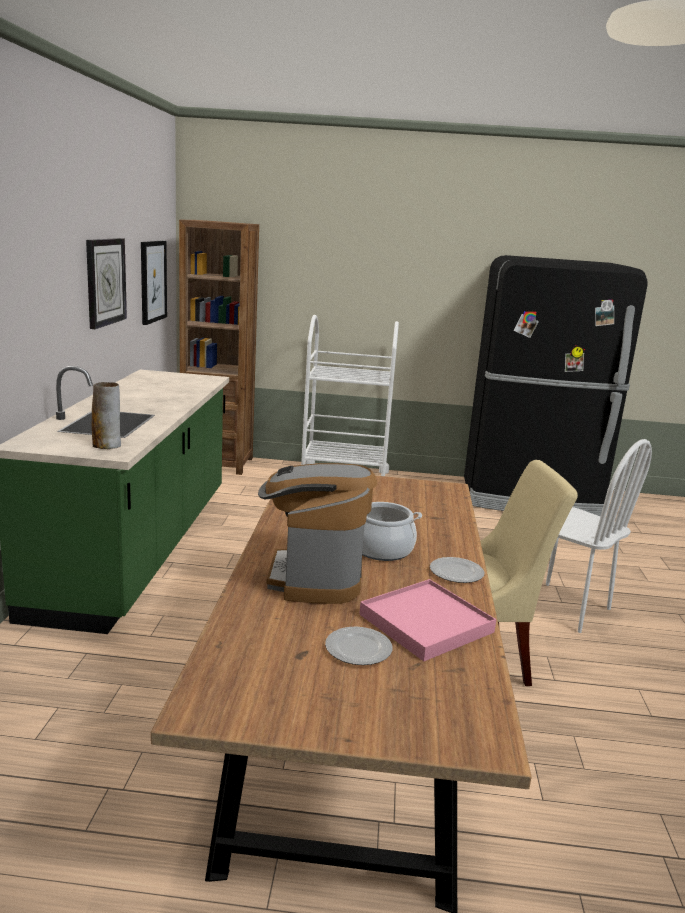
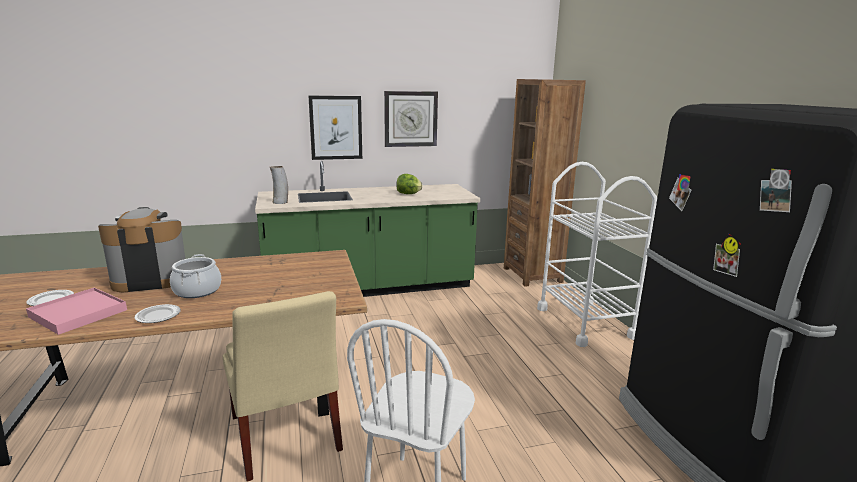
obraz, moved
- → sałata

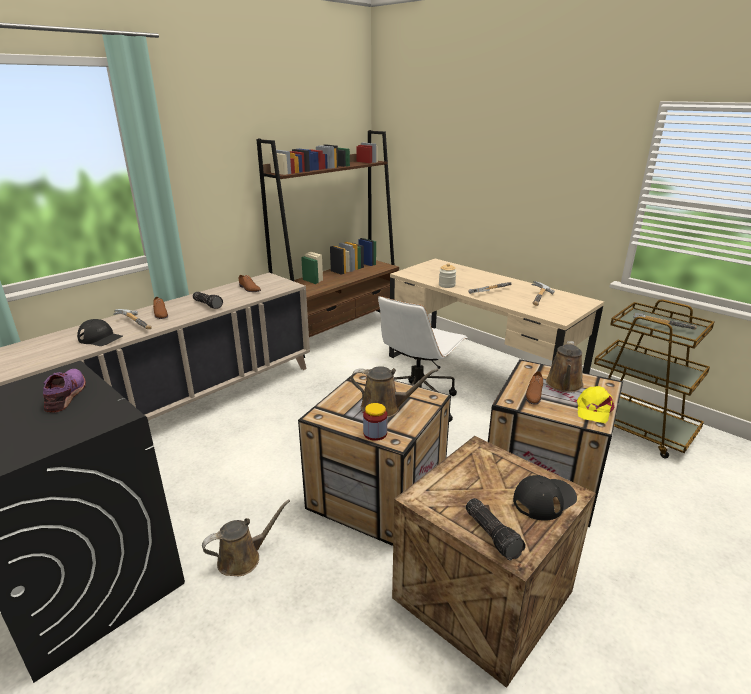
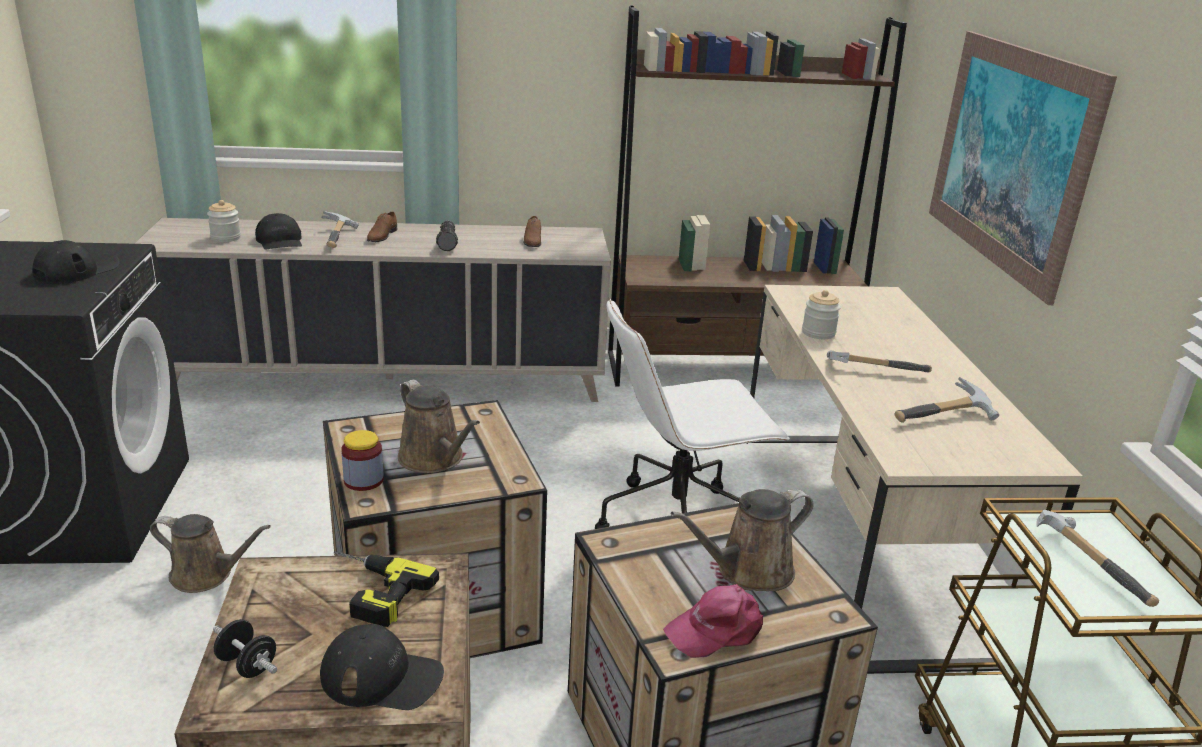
but (fioletowy) → czapka z daszkiem (czarny) (1st from left)
- → słoik (1st from left)
latarka (2nd from left) → hantel (czarny)
- → wiertarka
czapka z daszkiem (żółty) → czapka z daszkiem (różowy)
- → obraz
but (brązowy) (3rd from left) → -

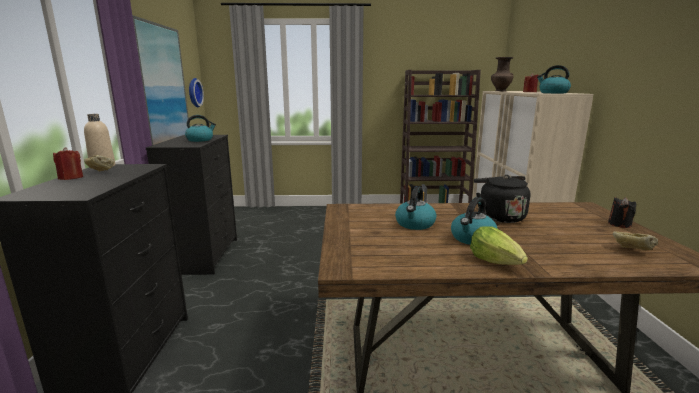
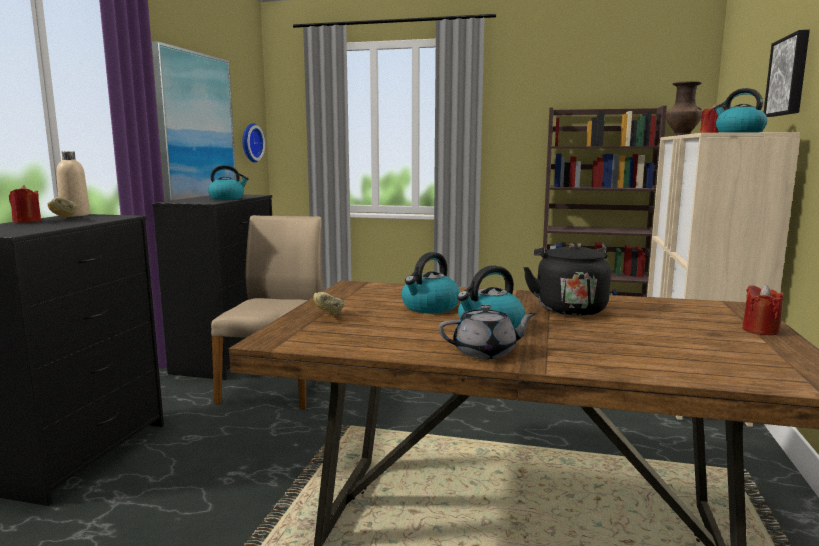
- → krzesło (beżowy)
chleb (2nd from left), moved
sałata → imbryk (szary)
świeca (czarny) → świeca (czerwony) (3rd from left)
- → obraz (2nd from left)

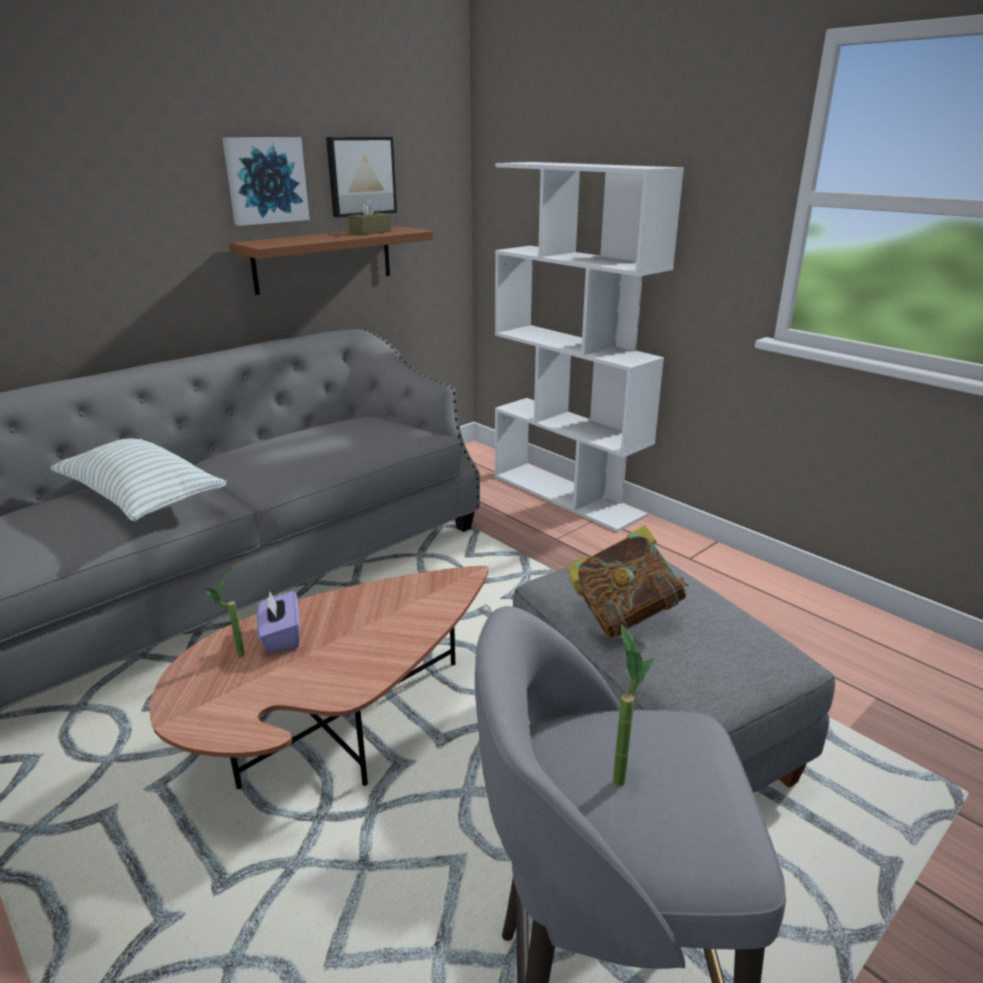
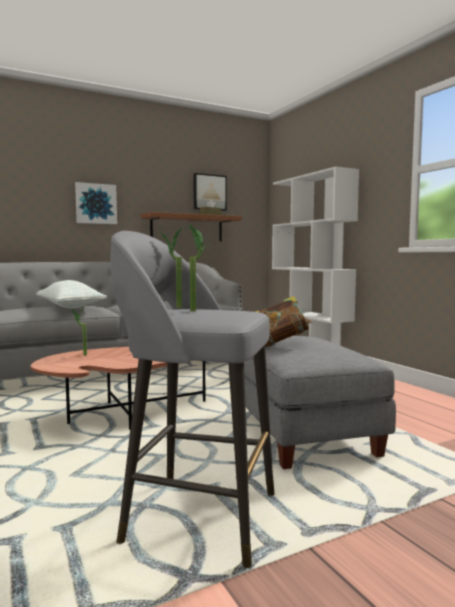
obraz (1st from left), moved
- → roślina doniczkowa (2nd from left)
pudełko chusteczek (fioletowy) → -

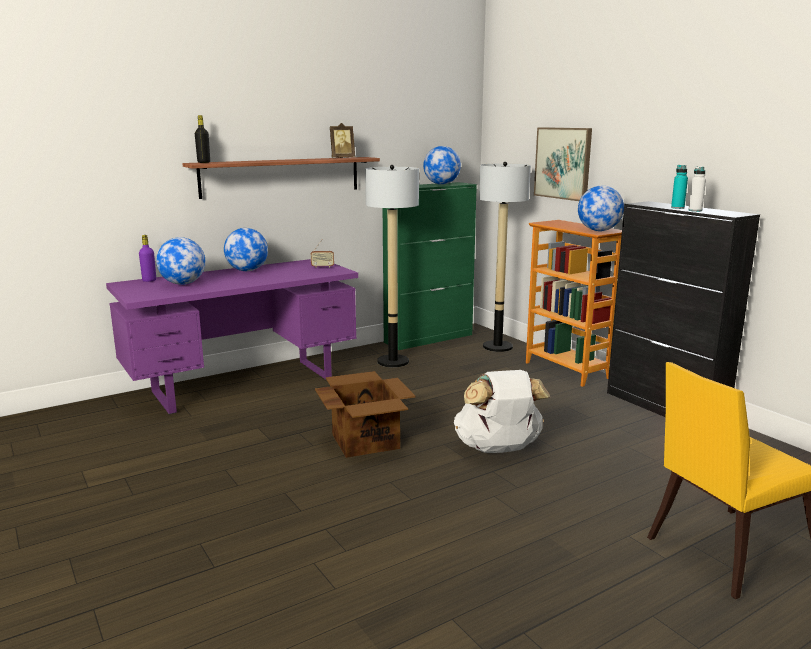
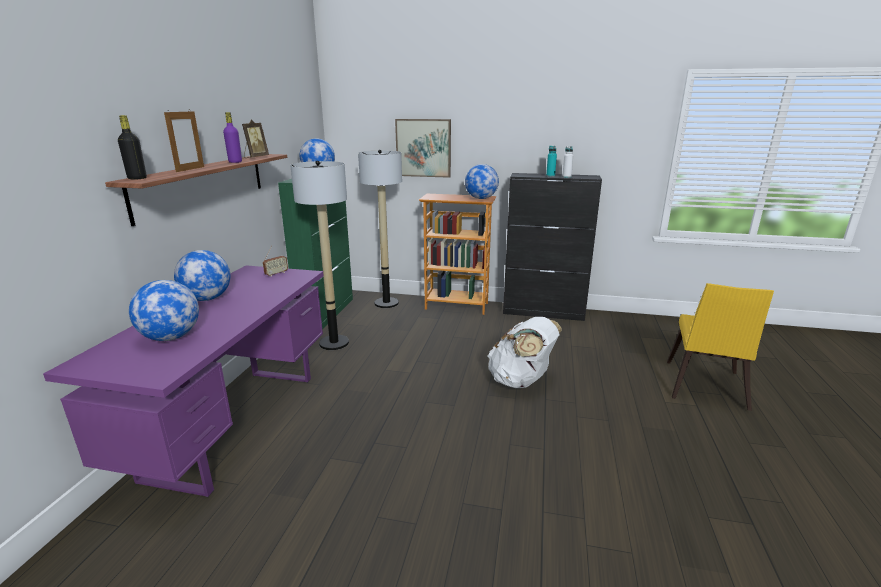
- → ramka na zdjęcie (1st from left)
butelka (fioletowy), moved
karton → -

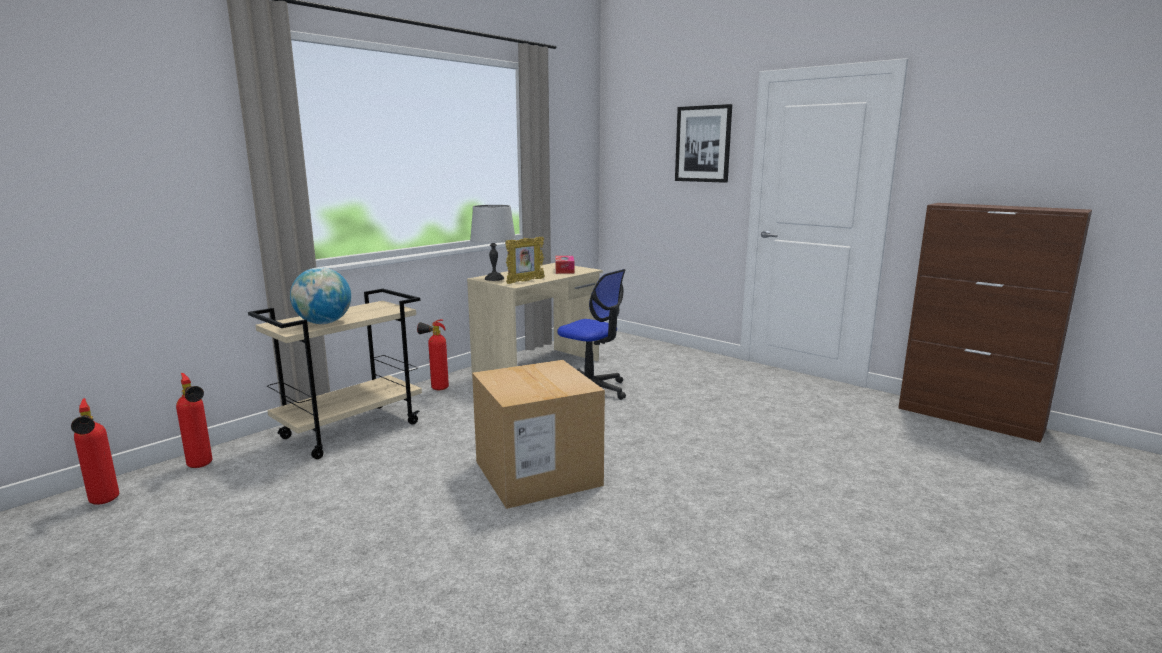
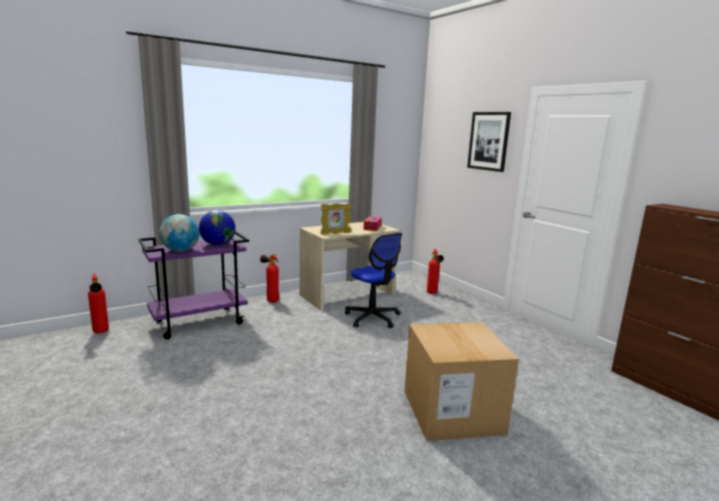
wózek (beżowy) → wózek (fioletowy)
- → globus (2nd from left)
karton, moved
gaśnica (1st from left in the first image) → gaśnica (3rd from left), moved
lampa stołowa (szary) → -

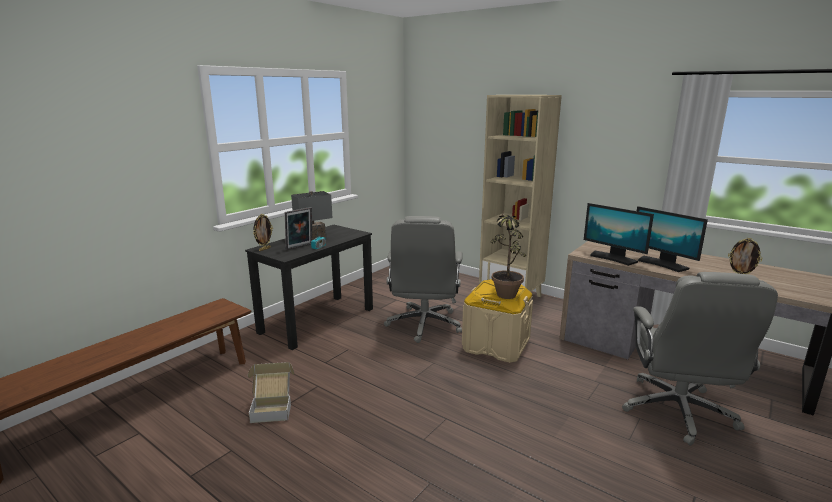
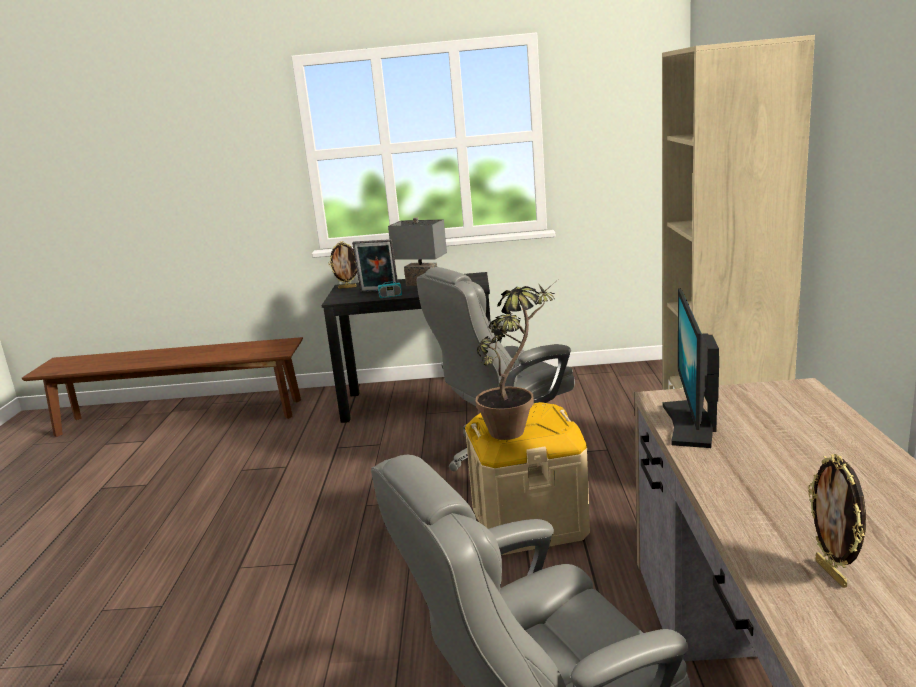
karton → -
monitor (2nd from left) → -

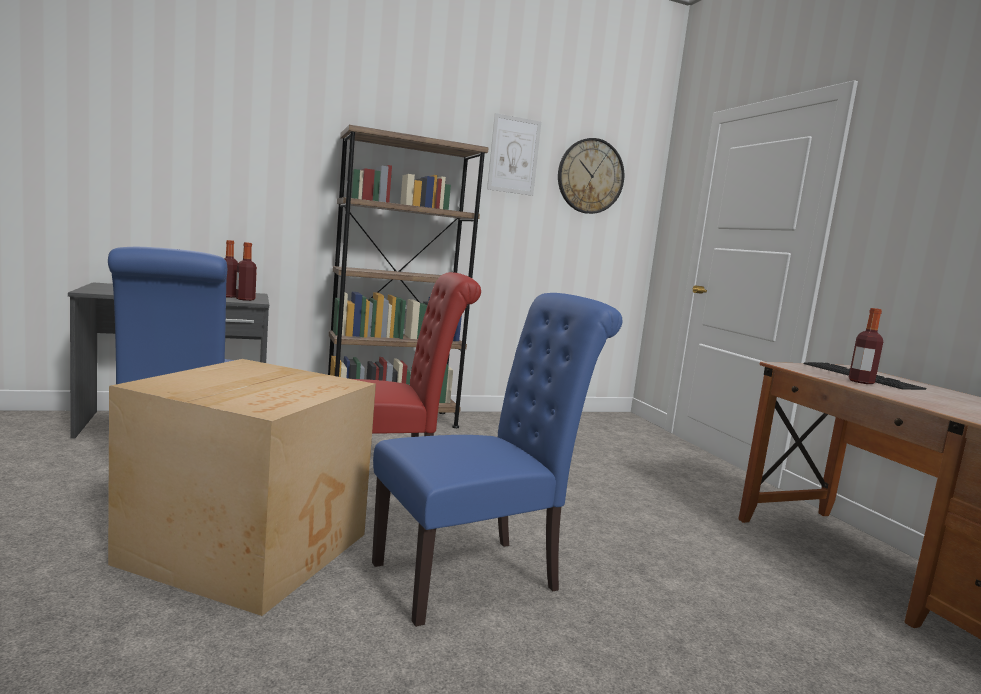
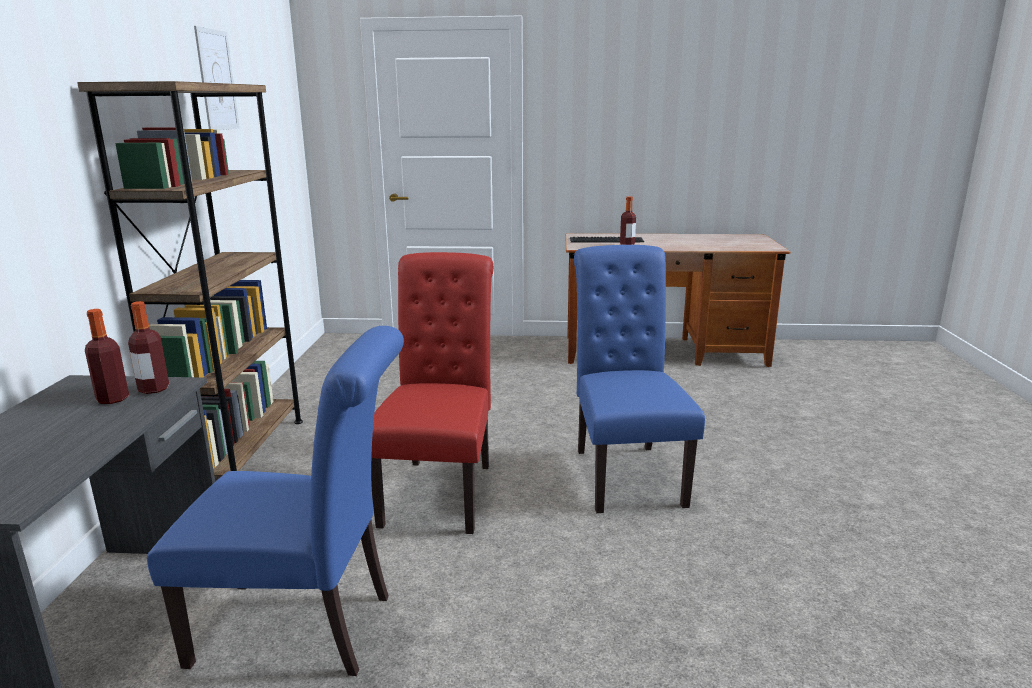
karton → -
zegar ścienny → -

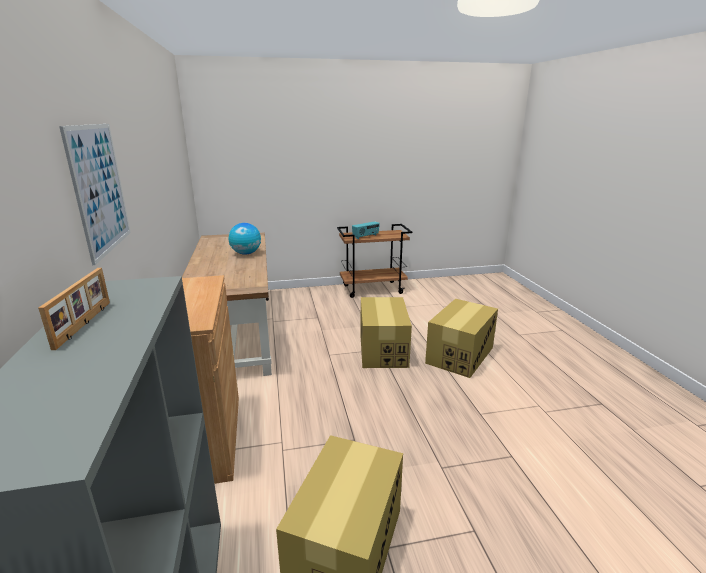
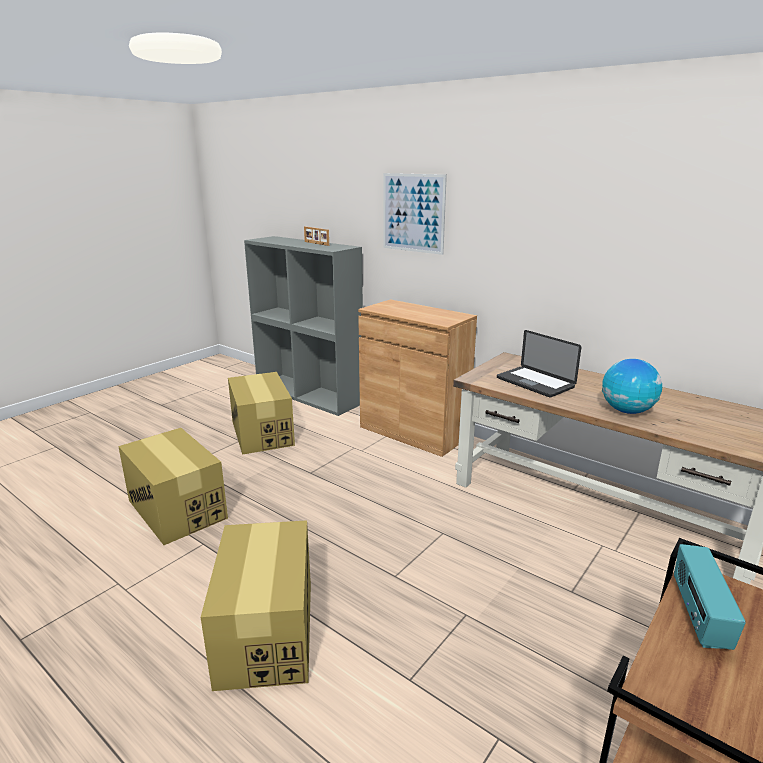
karton (2nd from left in the first image) → karton (1st from left), moved
- → laptop

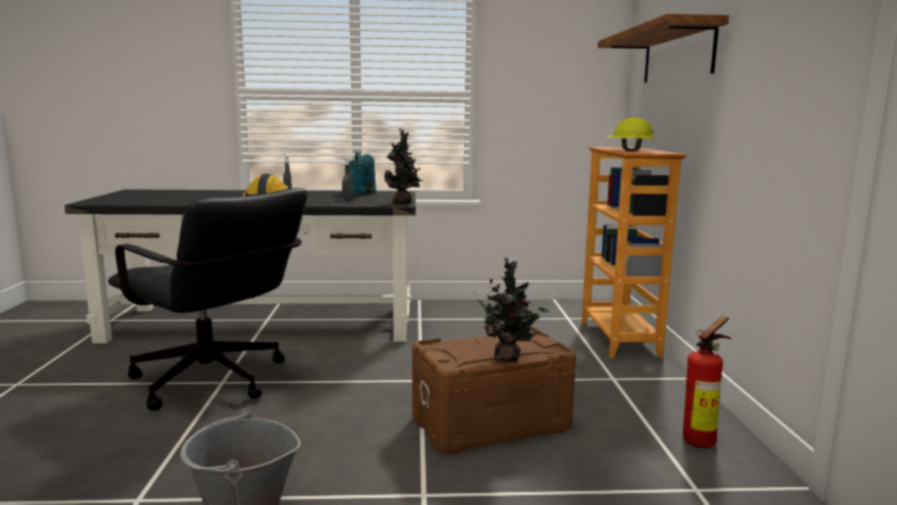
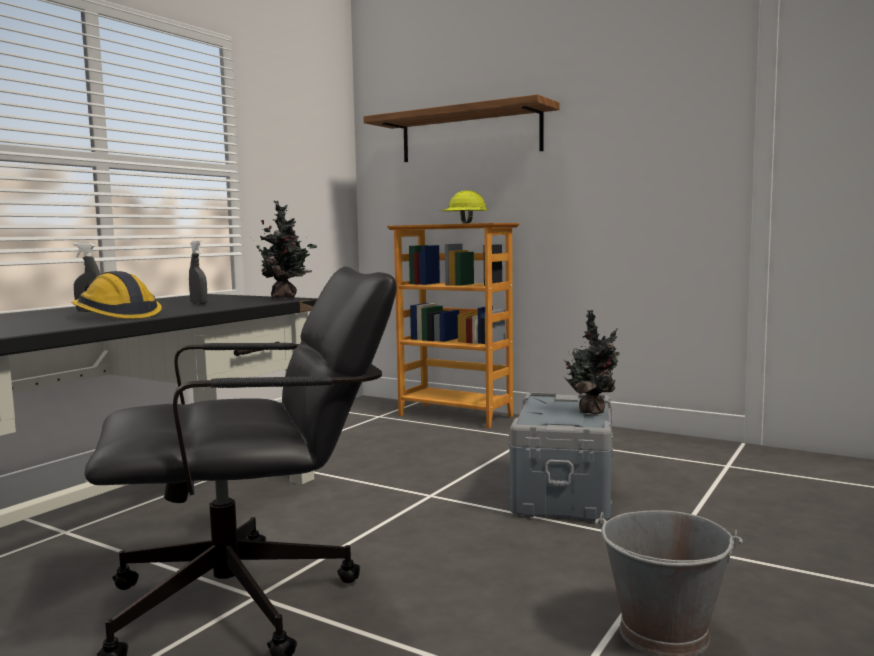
pojemnik do przechowywania (brązowy) → pojemnik do przechowywania (szary)
konewka (turkusowy) → -
gaśnica → -

